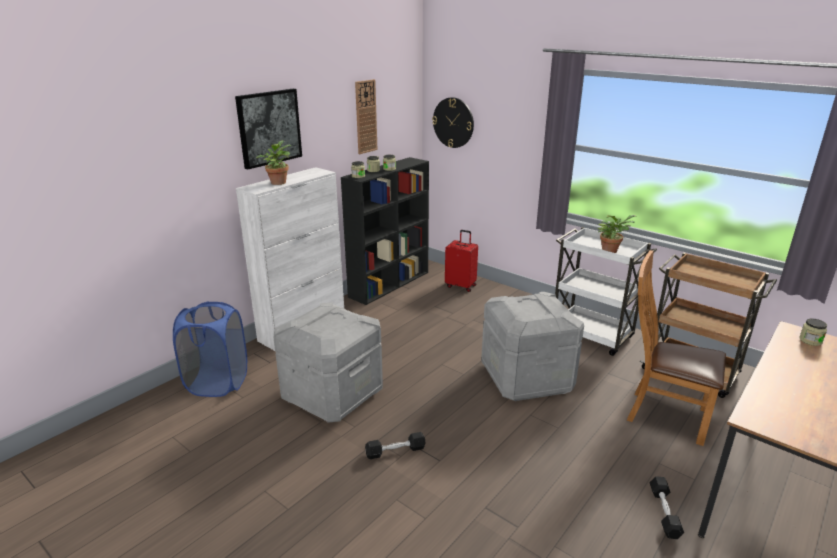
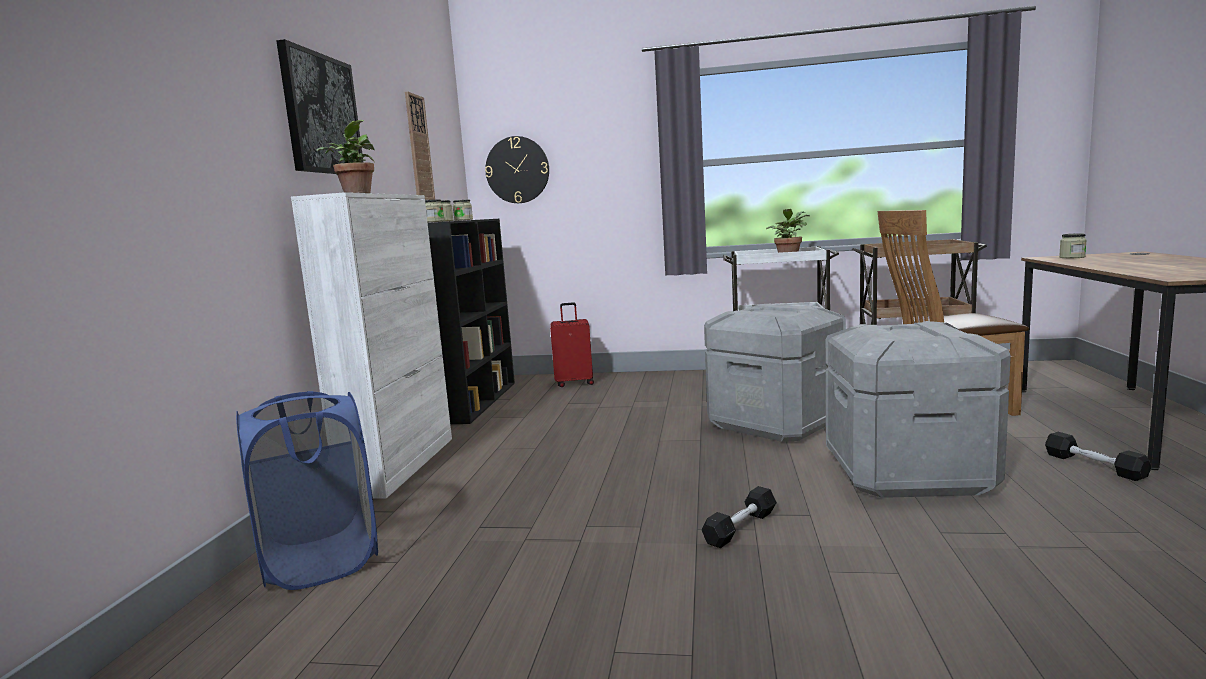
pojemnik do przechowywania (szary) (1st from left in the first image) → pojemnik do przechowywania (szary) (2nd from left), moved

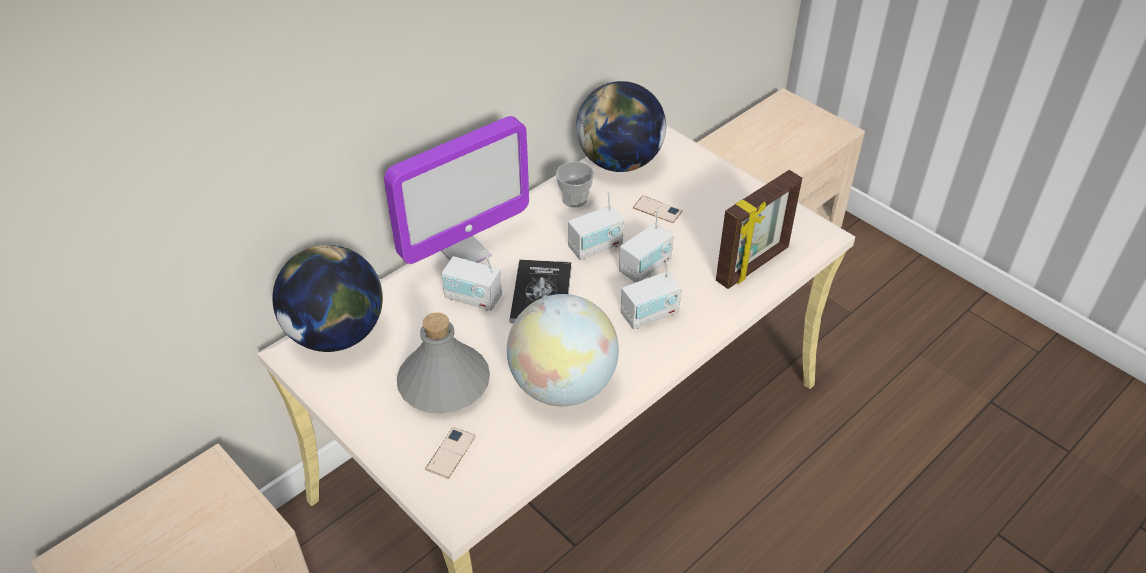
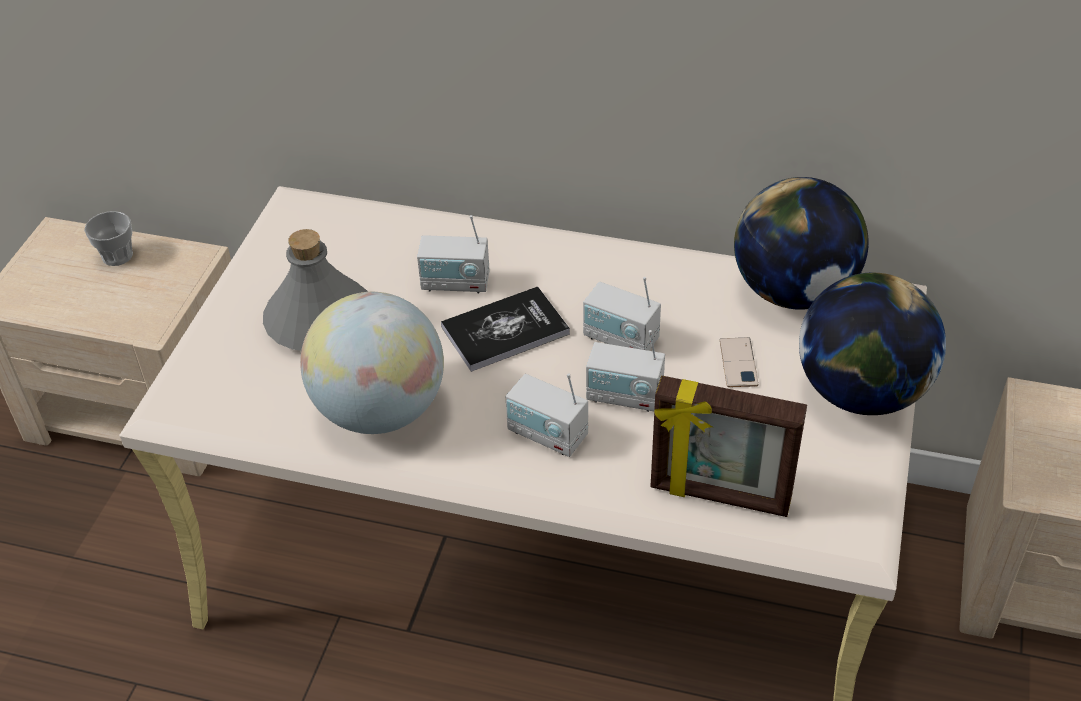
filiżanka, moved
radio (1st from left), 75 degrees counterclockwise
globus (1st from left in the first image) → globus (3rd from left), moved
monitor → -
telefon (1st from left) → -

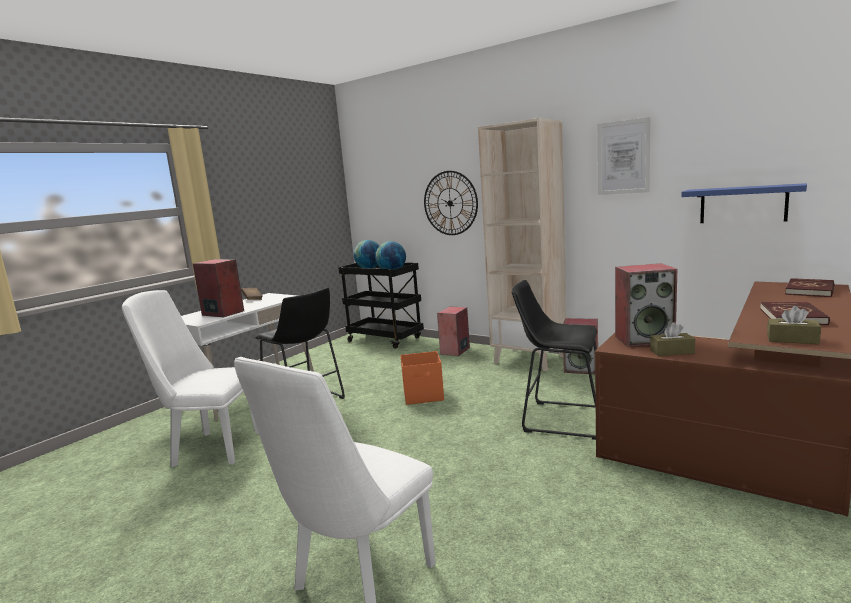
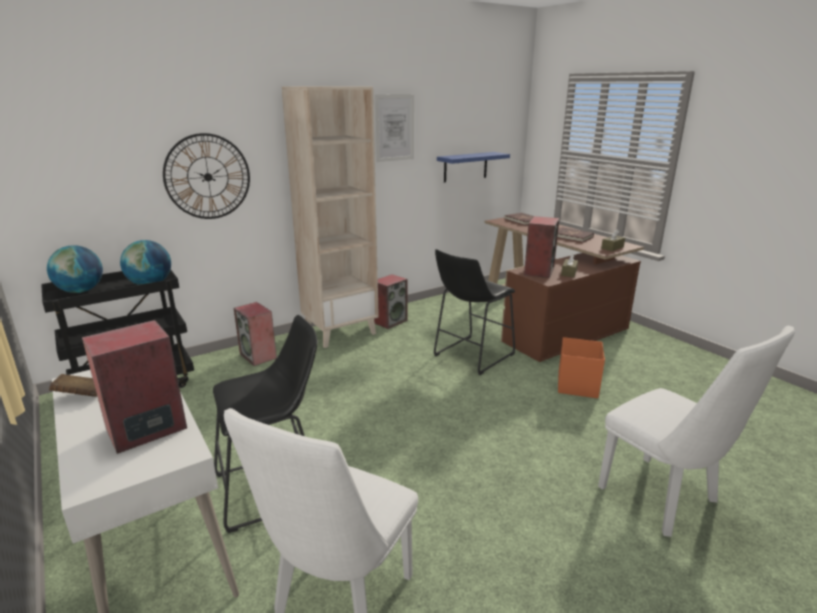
pojemnik do przechowywania (pomarańczowy), moved

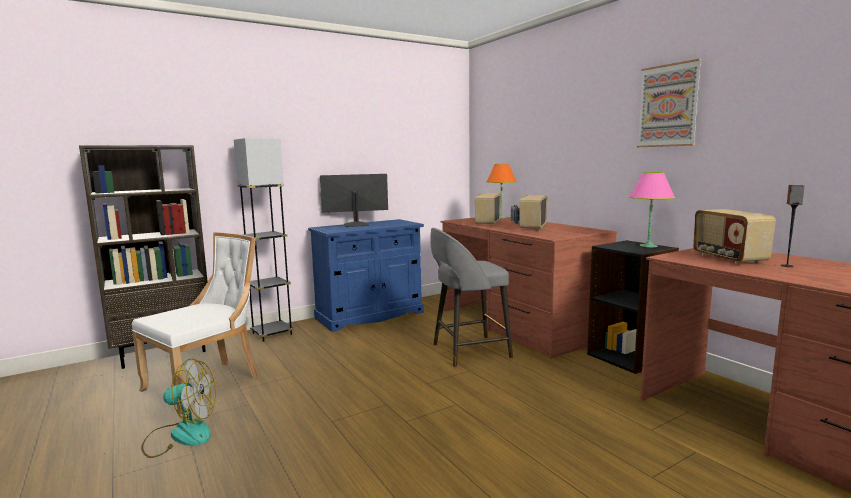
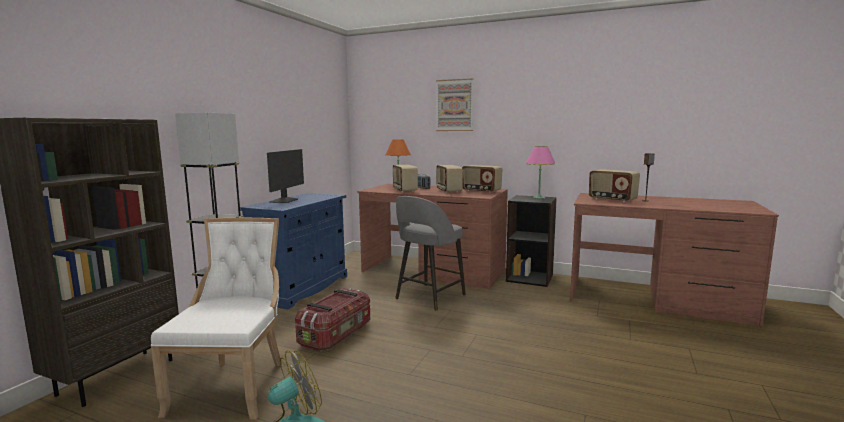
monitor, 150 degrees clockwise
- → pojemnik do przechowywania
obraz, moved
- → radio (4th from left)

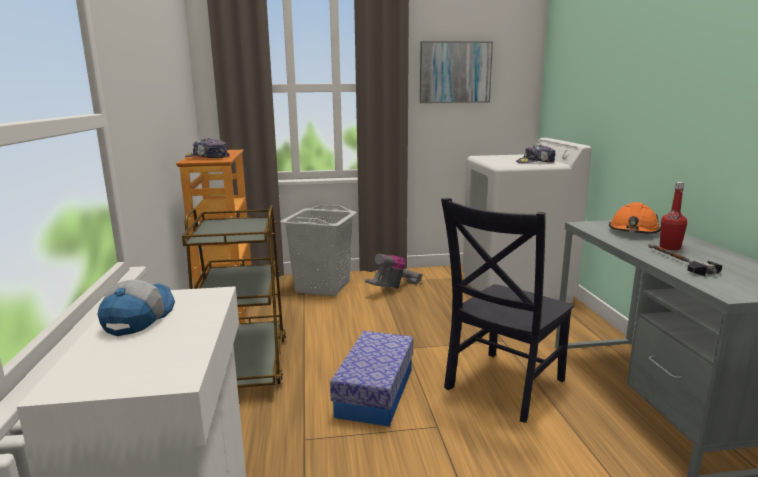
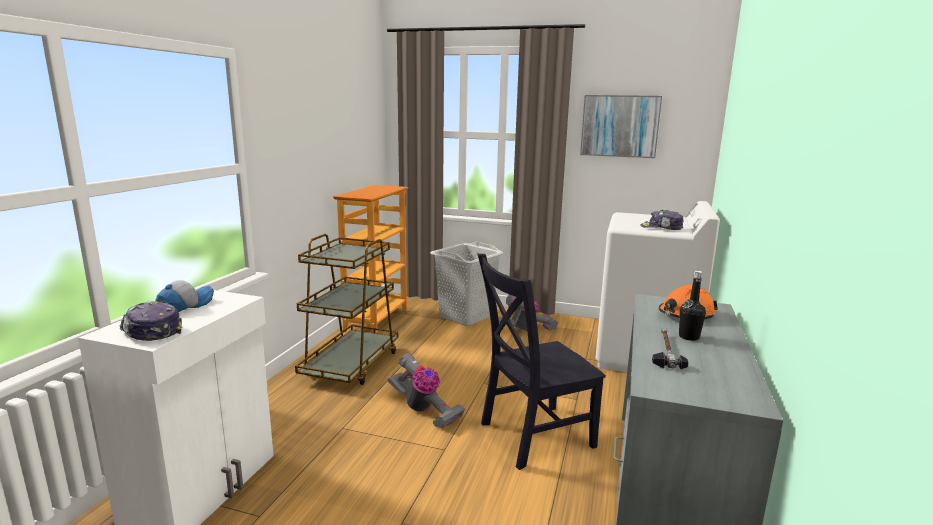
czapka z daszkiem (2nd from left in the first image) → czapka z daszkiem (1st from left), moved
pojemnik do przechowywania → odkurzacz (1st from left)
butelka (czerwony) → butelka (czarny)

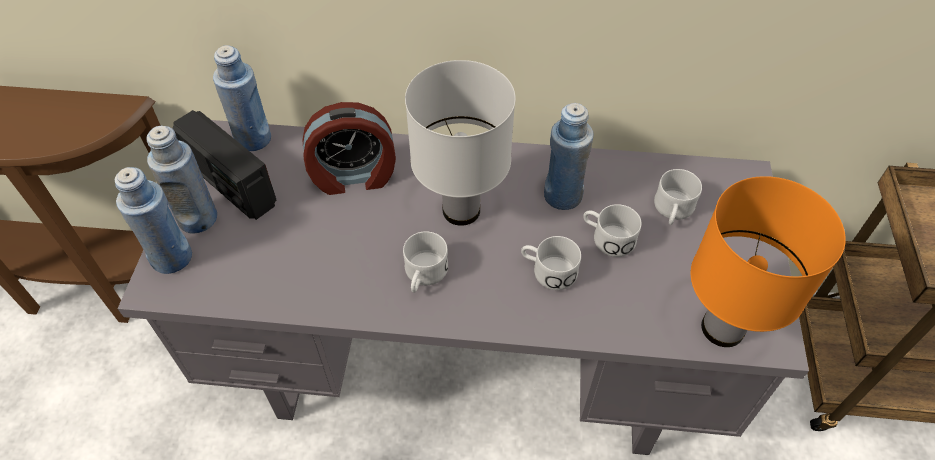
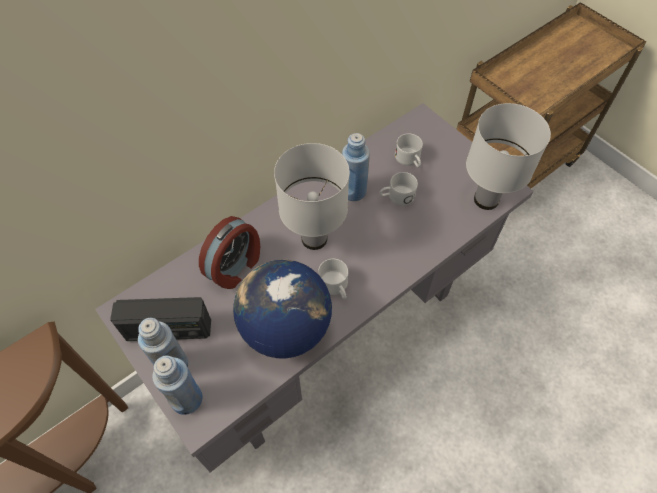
- → globus
lampa stołowa (pomarańczowy) → lampa stołowa (biały) (2nd from left)
butelka (niebieski) (3rd from left) → -
kubek (biały) (2nd from left) → -

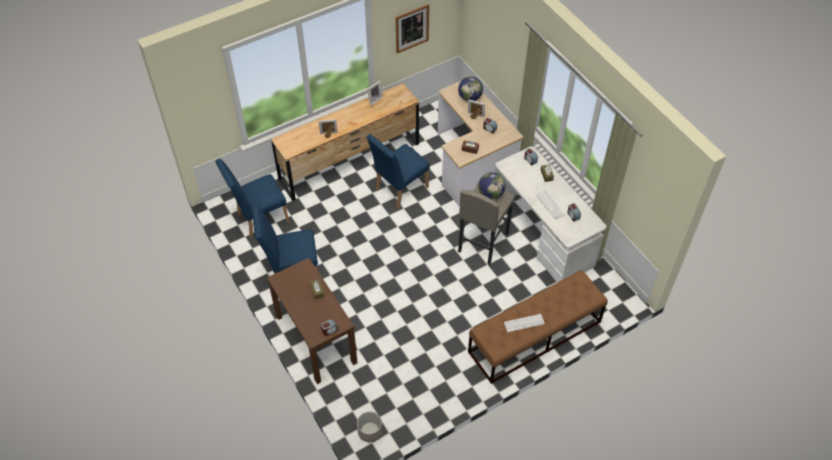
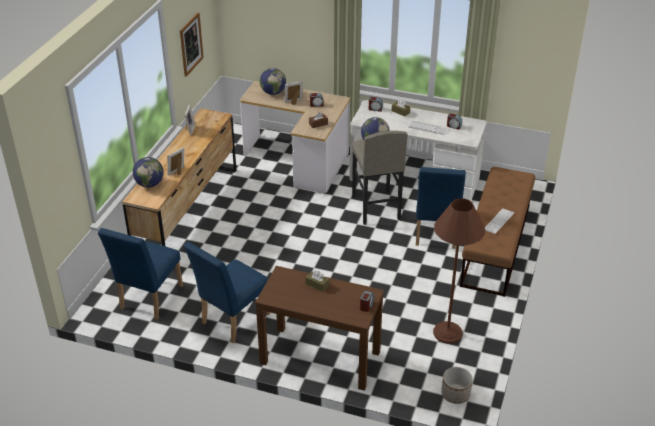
- → globus (1st from left)
krzesło (niebieski) (3rd from left), moved
- → lampa stojąca (brązowy)

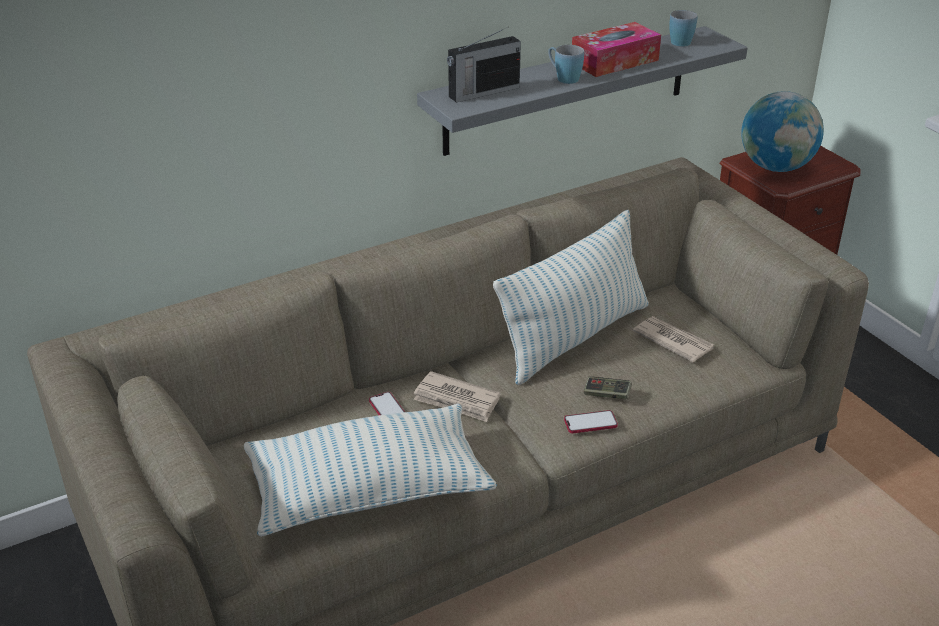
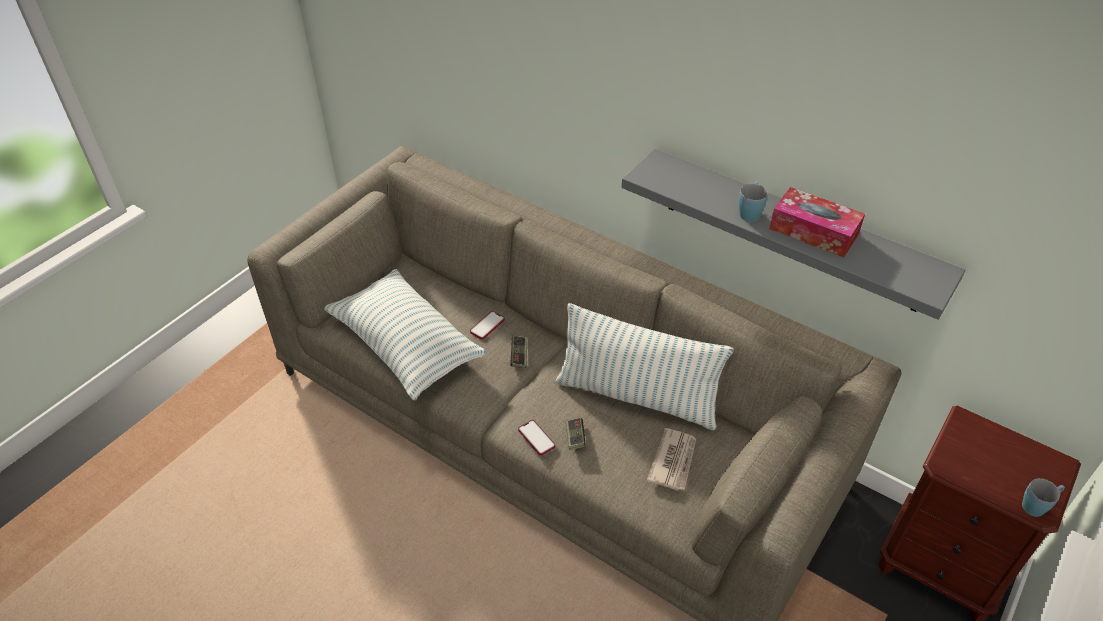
gazeta (1st from left) → pad do gier (1st from left)
kubek (niebieski) (2nd from left), moved
radio → -
globus → -

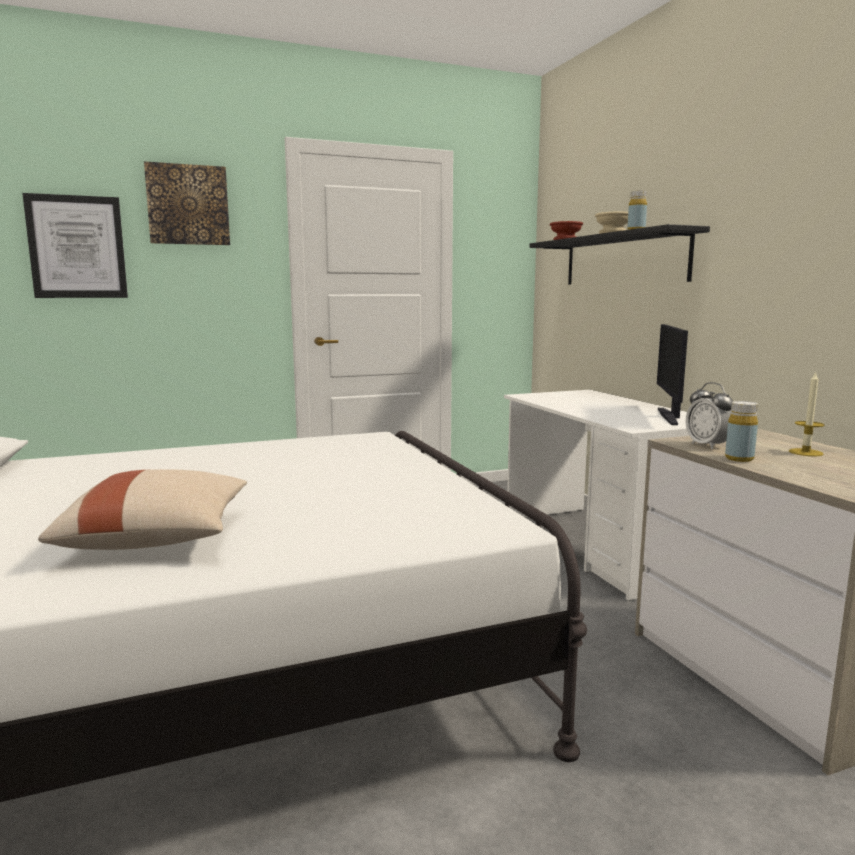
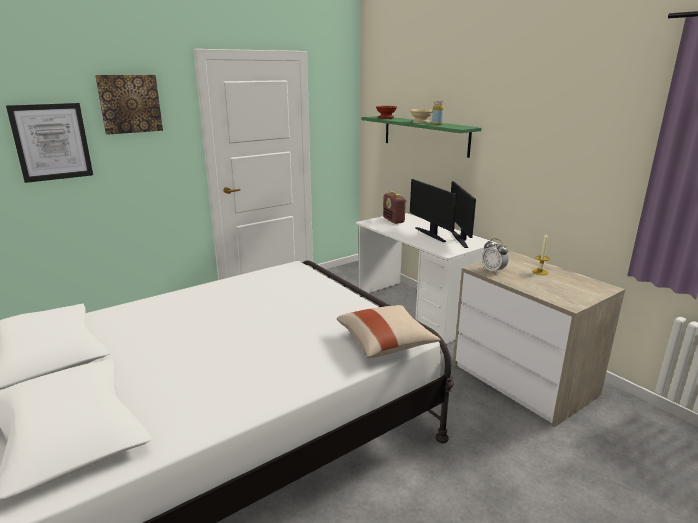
poduszka (beżowy), moved
półka (czarny) → półka (zielony)
- → radio
- → monitor (1st from left)
butelka (żółty) (2nd from left) → -

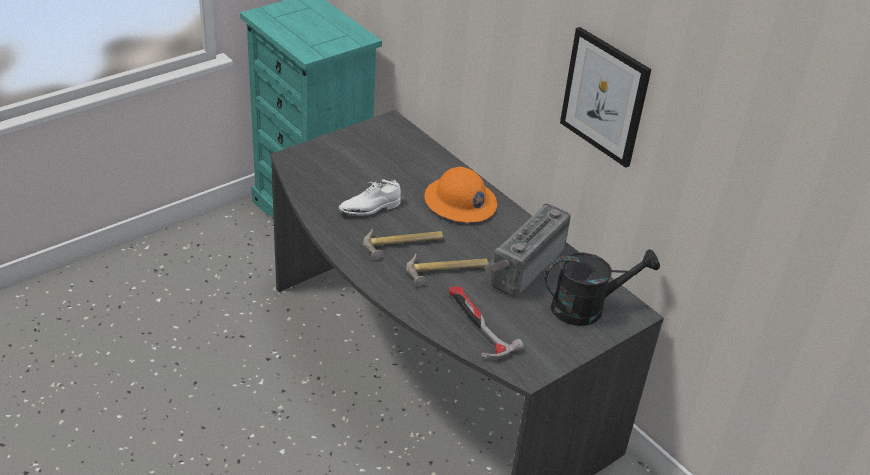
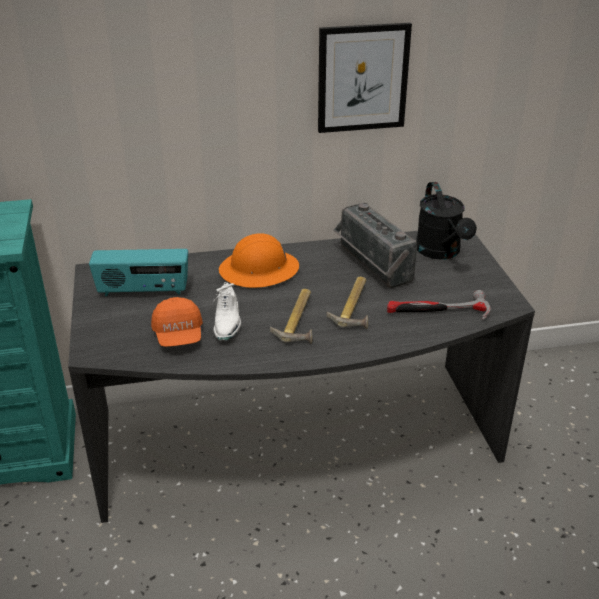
- → radio (1st from left)
- → czapka z daszkiem (pomarańczowy)
konewka (czarny), 150 degrees clockwise

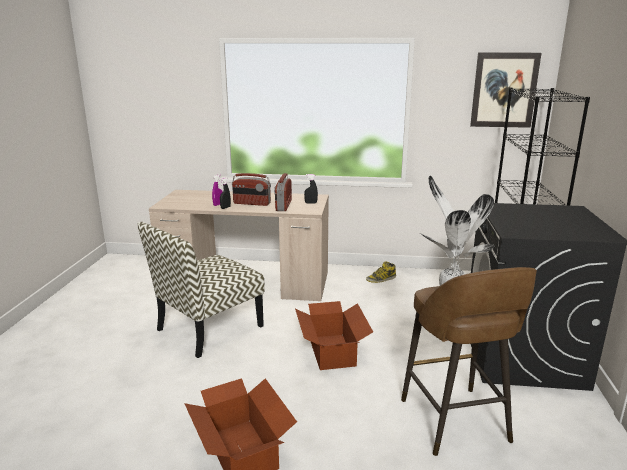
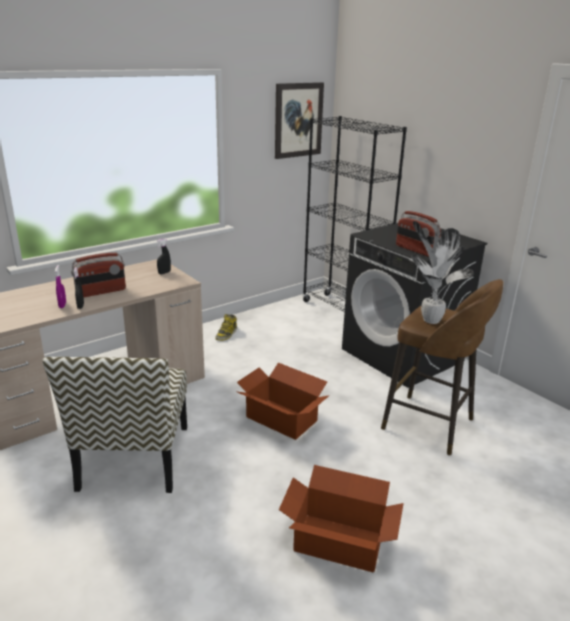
radio (2nd from left), moved

